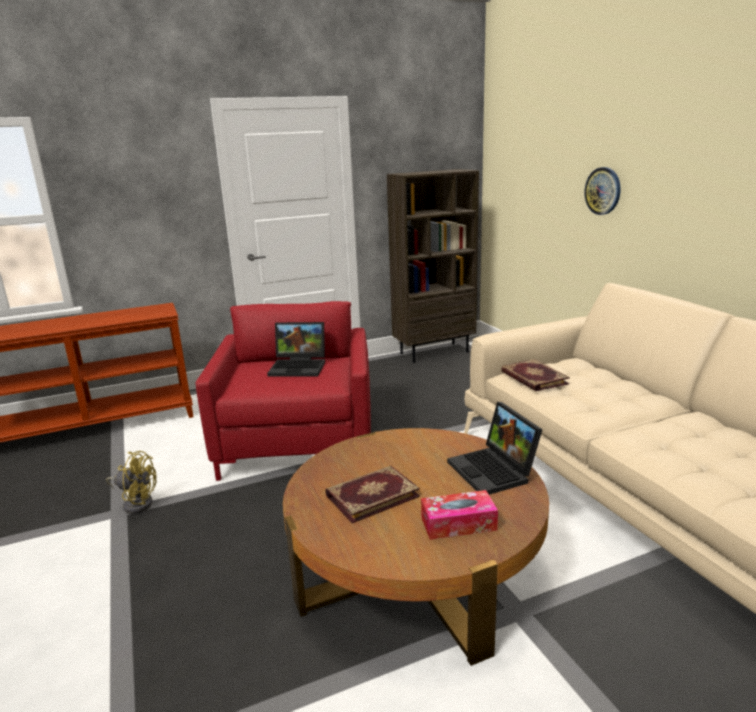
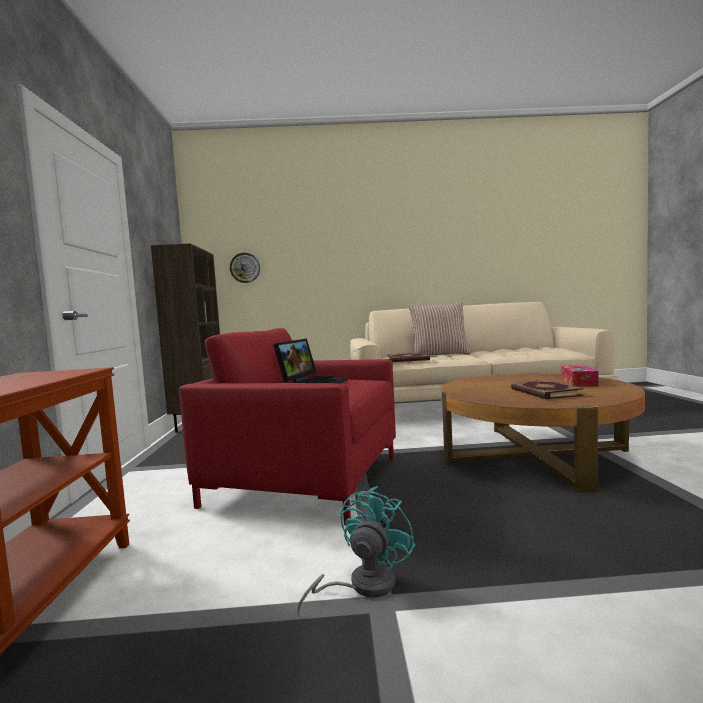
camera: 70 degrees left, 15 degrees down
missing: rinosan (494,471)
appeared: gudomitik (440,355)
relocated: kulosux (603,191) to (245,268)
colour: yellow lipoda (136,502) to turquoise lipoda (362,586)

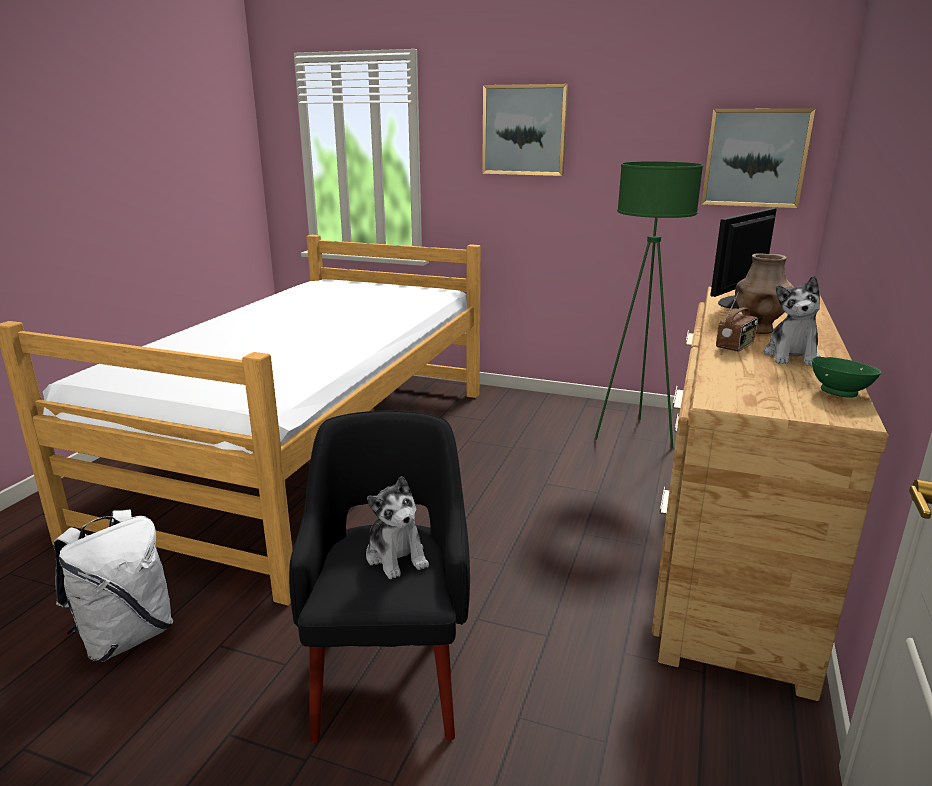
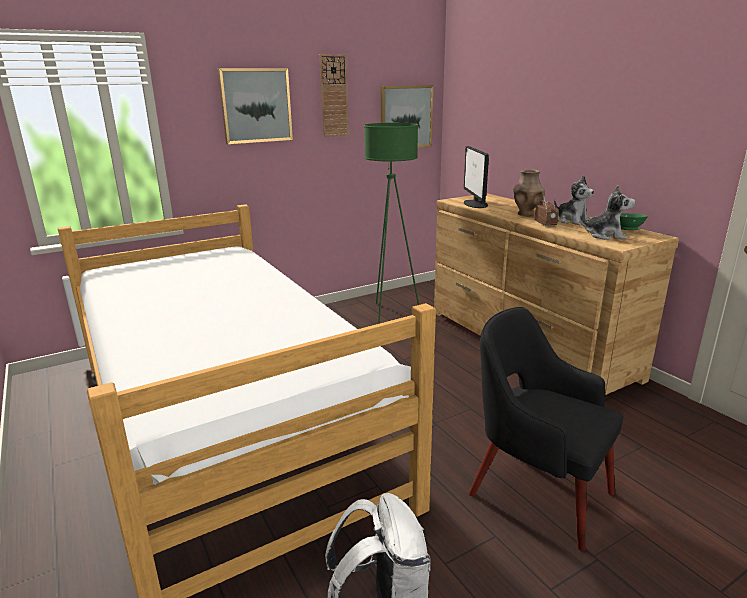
camera: 50 degrees left, 0 degrees up
appeared: kulosux (334,96)
relocated: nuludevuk (396,556) to (605,235)

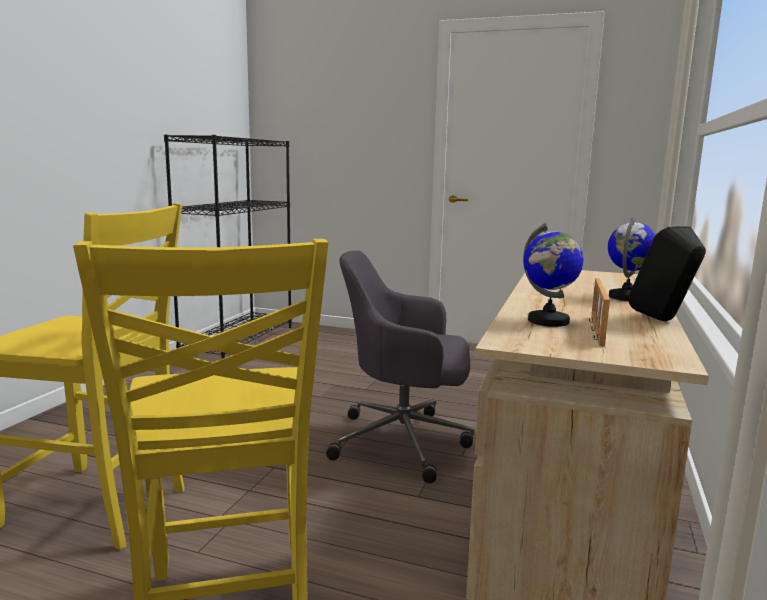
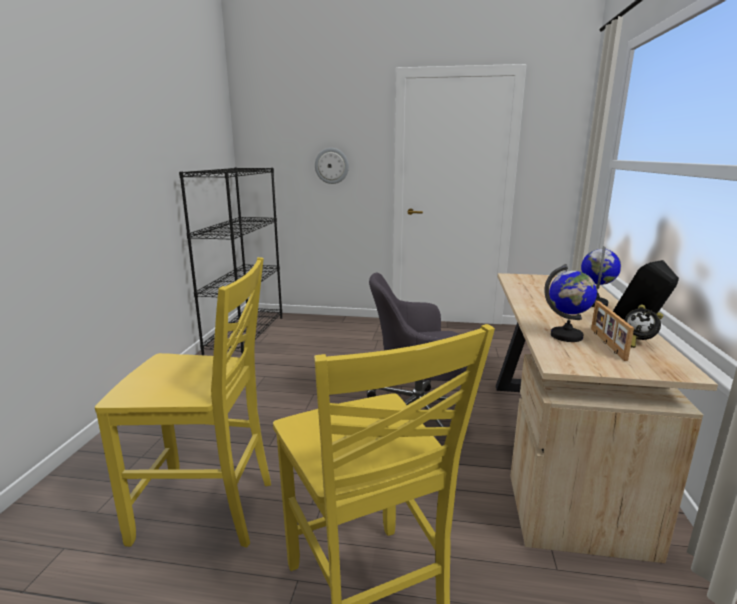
camera: 10 degrees left, 5 degrees up
appeared: kulosux (331,166); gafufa (636,343)

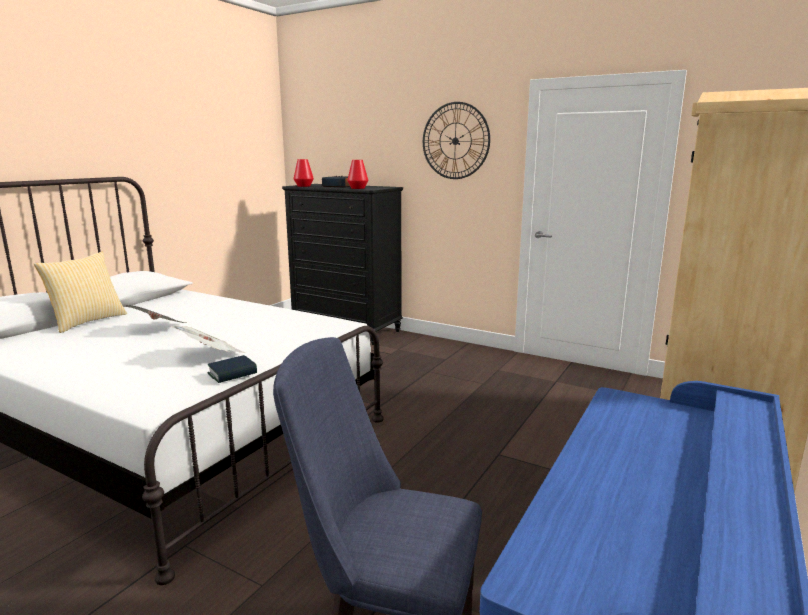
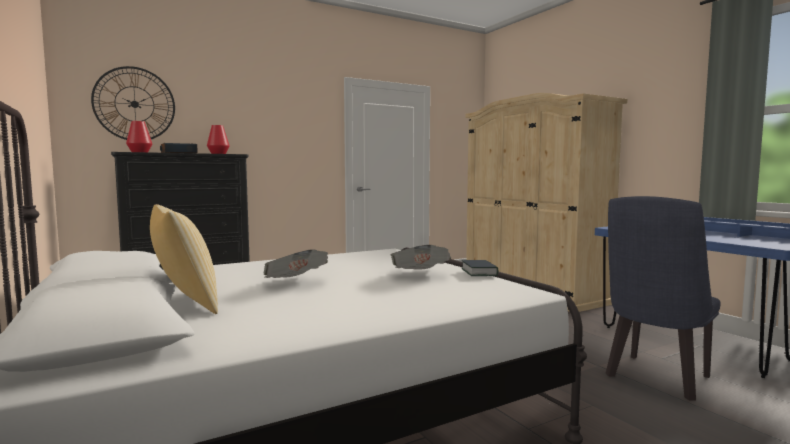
camera: 60 degrees left, 10 degrees down
relocated: kulosux (455,141) to (134,104)

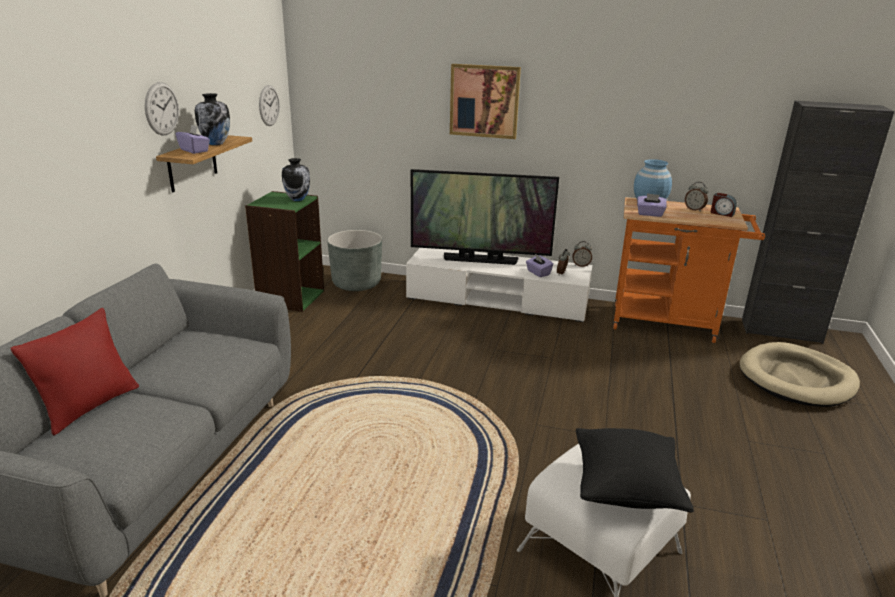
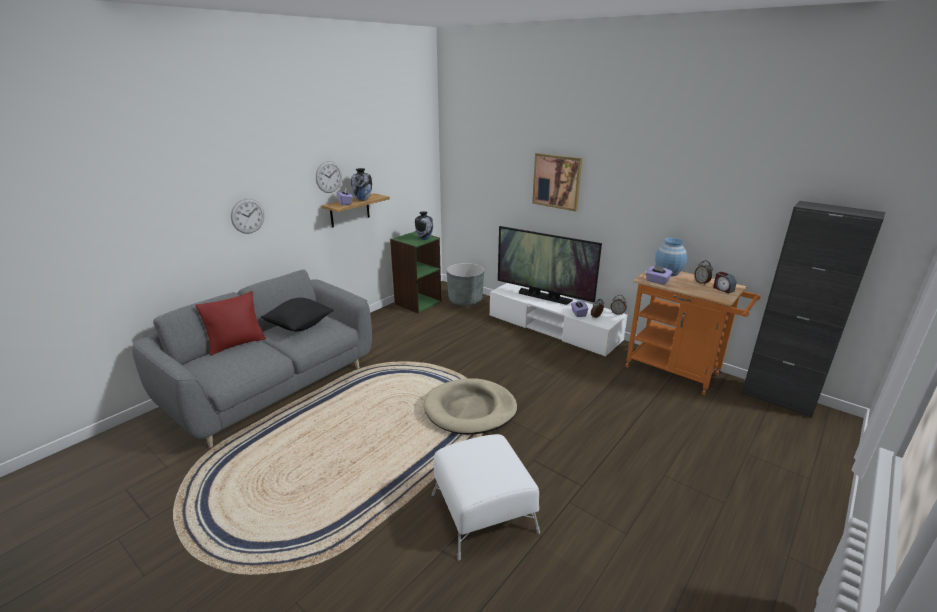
camera: 25 degrees right, 0 degrees up
relocated: kulosux (269,105) to (247,216); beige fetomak (796,379) to (470,410); black gudomitik (625,490) to (299,326)

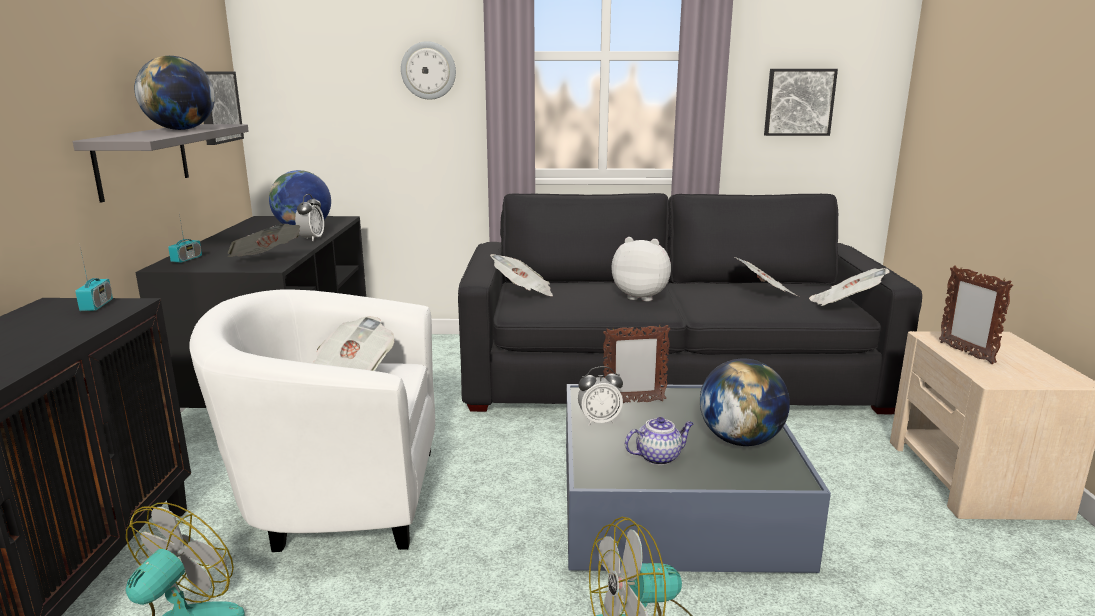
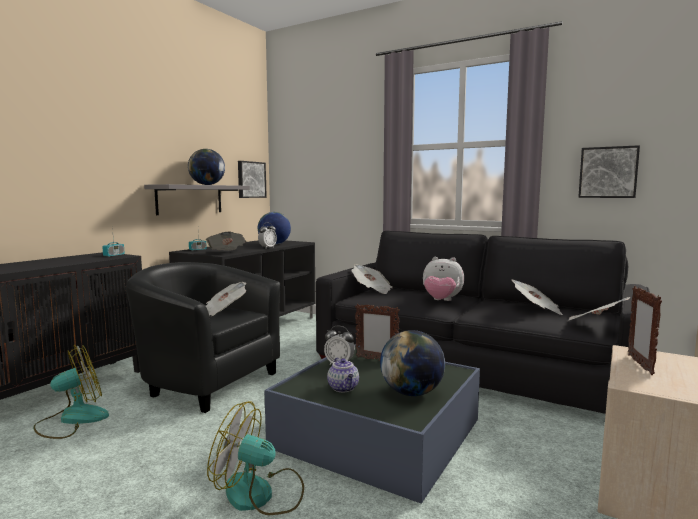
camera: 30 degrees right, 10 degrees down
missing: kulosux (428,70)
colour: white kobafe (336,496) to black kobafe (206,381)
spun: nuludevuk (641,296) = (441,301) 150 degrees clockwise; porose (659,457) = (343,388) 60 degrees clockwise

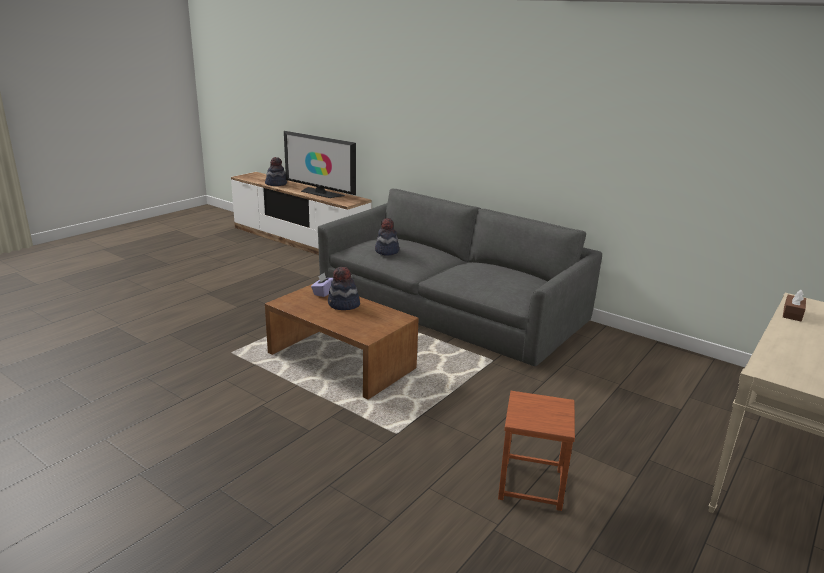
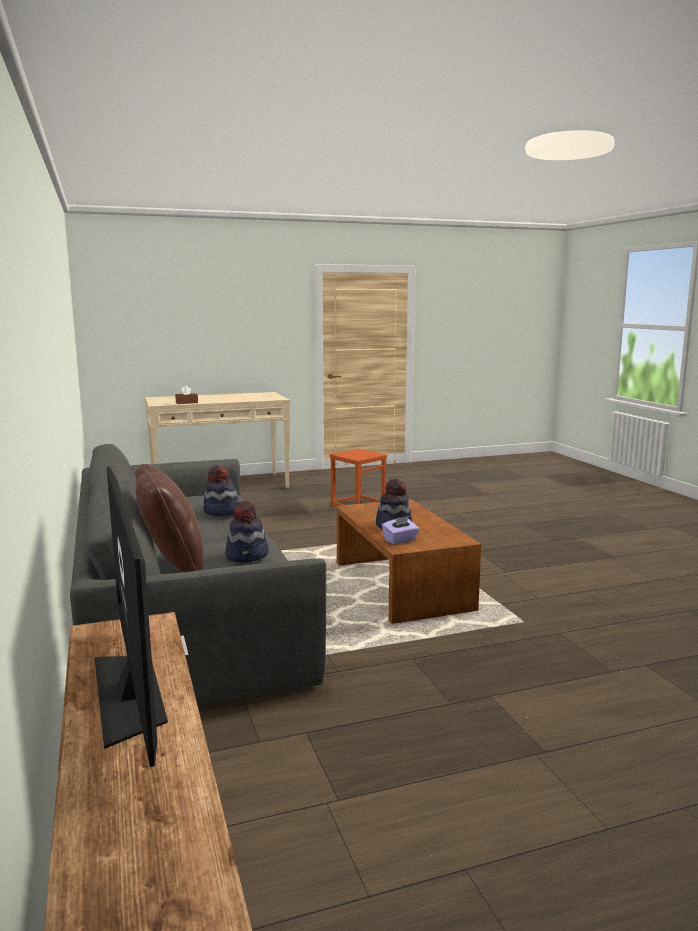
camera: 145 degrees left, 10 degrees down
appeared: brown gudomitik (171,565)
relocated: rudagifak (276,184) to (221,512)

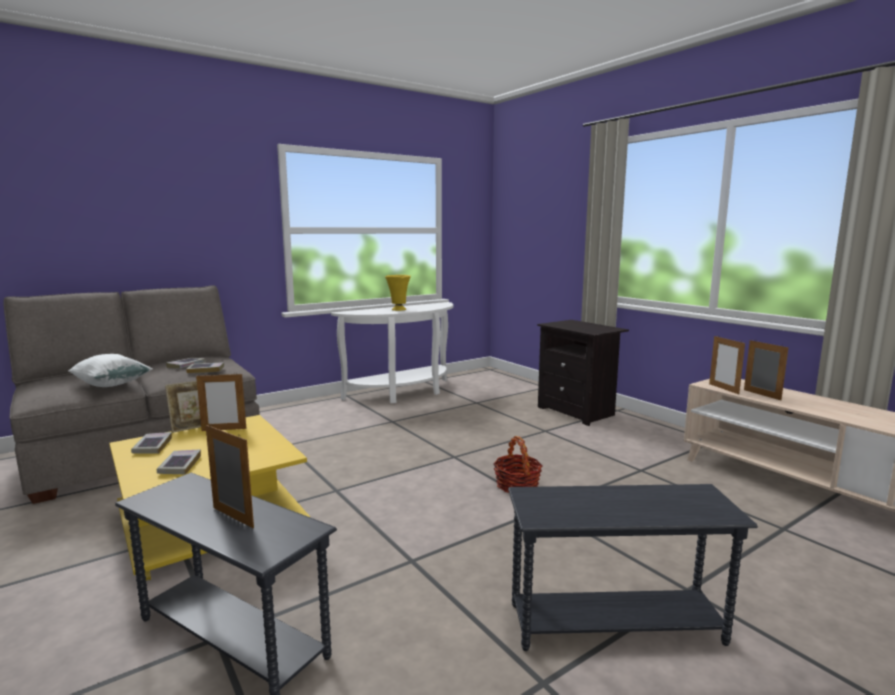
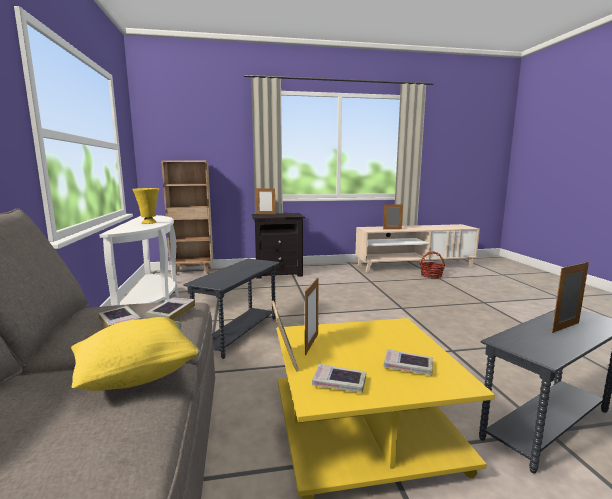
camera: 65 degrees left, 0 degrees up
appeared: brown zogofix (193,272)
relocated: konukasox (723,389) to (266,214); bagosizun (517,485) to (431,275); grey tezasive (616,625) to (239,333)
colour: white gudomitik (111,385) to yellow gudomitik (138,375)

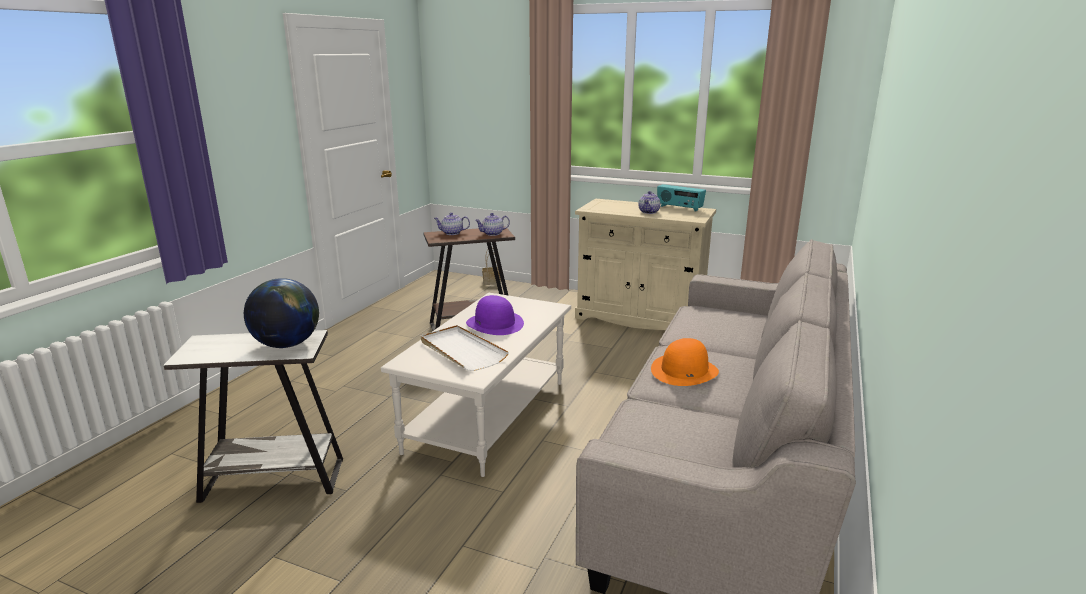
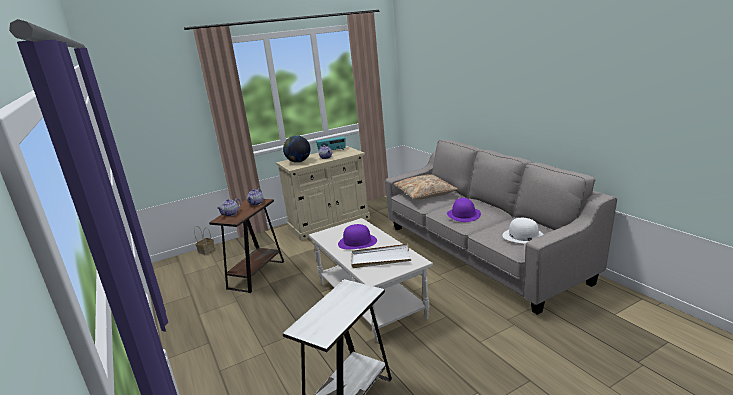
camera: 50 degrees left, 0 degrees up
appeared: beige gudomitik (424,193); white rudagifak (523,236)
relocated: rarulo (286,344) to (298,161)
colour: orange rudagifak (684,371) to purple rudagifak (463,214)

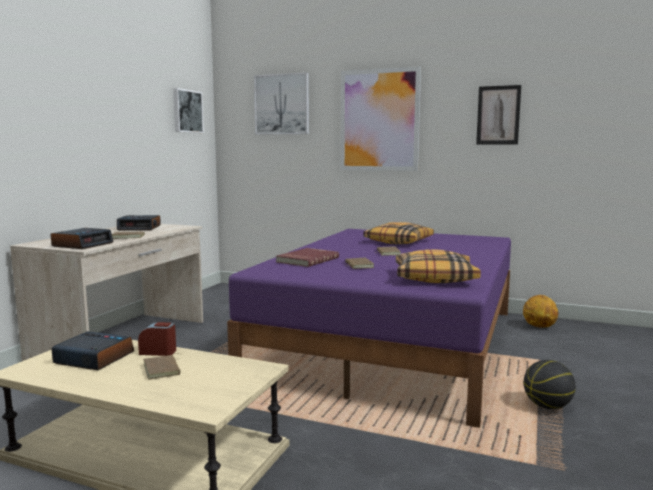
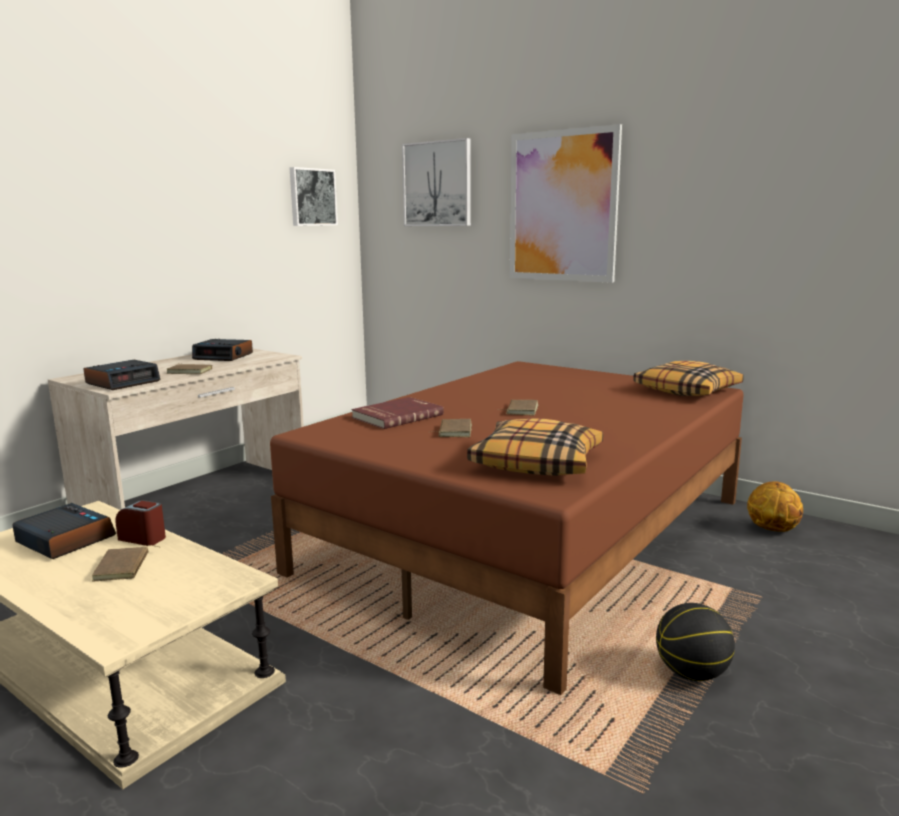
camera: 15 degrees right, 5 degrees up
missing: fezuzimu (498,115)
relocated: gudomitik (399,241) to (687,390)
colour: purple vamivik (393,342) to brown vamivik (531,535)

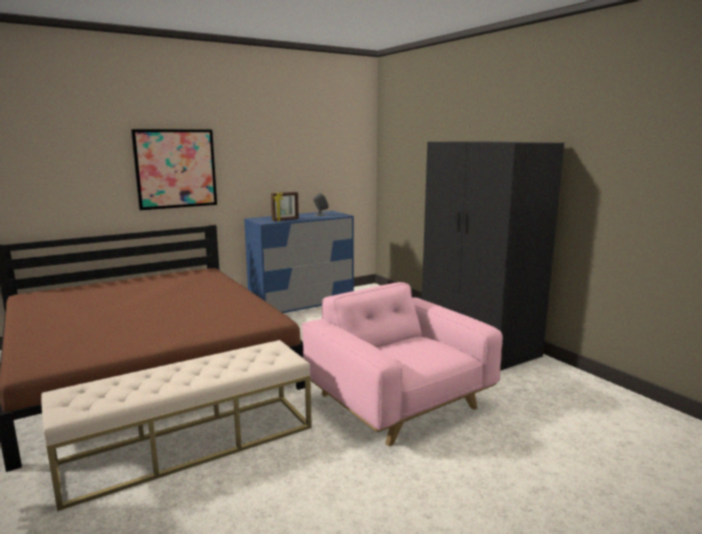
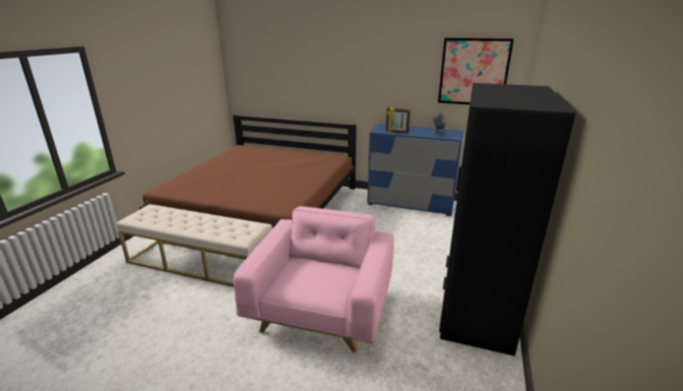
camera: 50 degrees right, 10 degrees up
relocated: fezuzimu (175,168) to (473,72)

